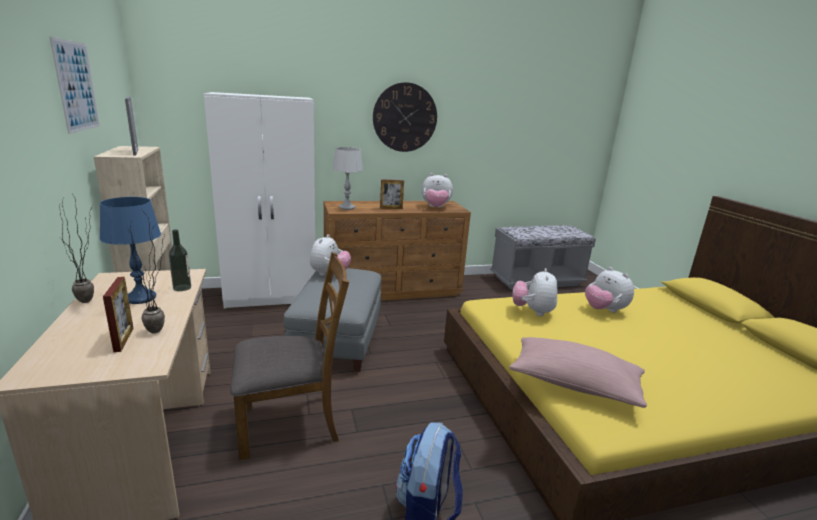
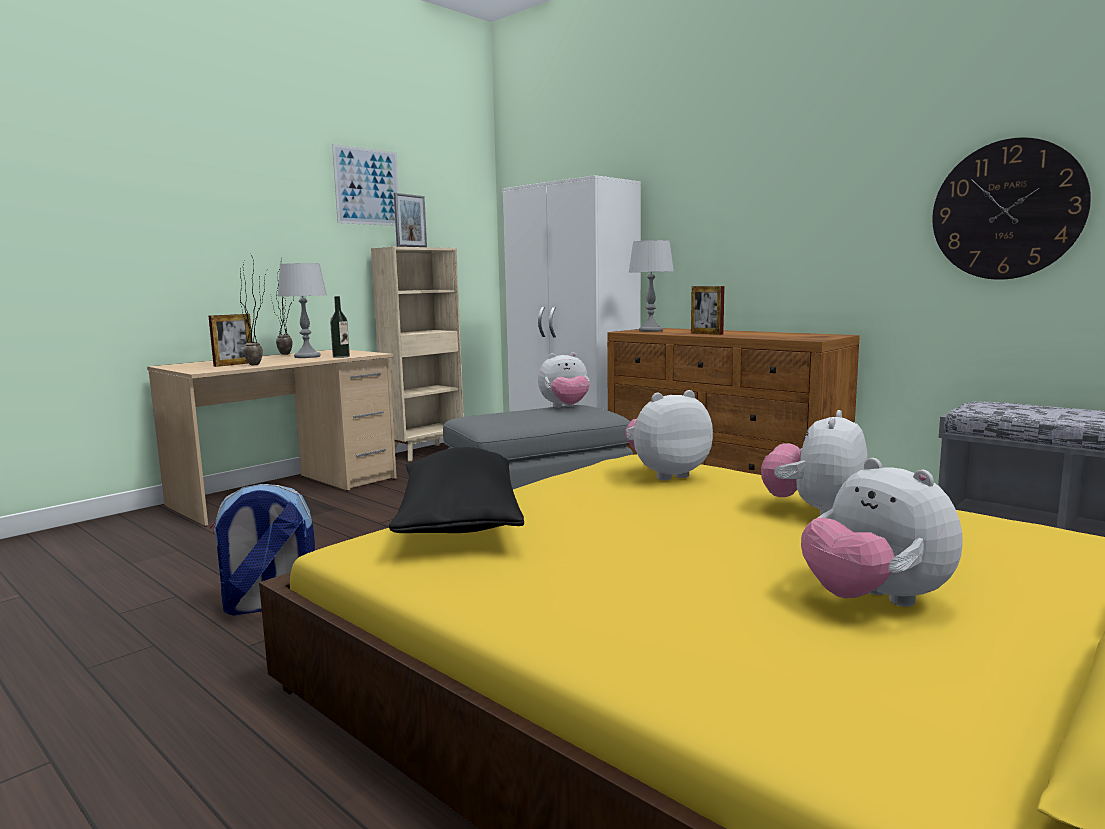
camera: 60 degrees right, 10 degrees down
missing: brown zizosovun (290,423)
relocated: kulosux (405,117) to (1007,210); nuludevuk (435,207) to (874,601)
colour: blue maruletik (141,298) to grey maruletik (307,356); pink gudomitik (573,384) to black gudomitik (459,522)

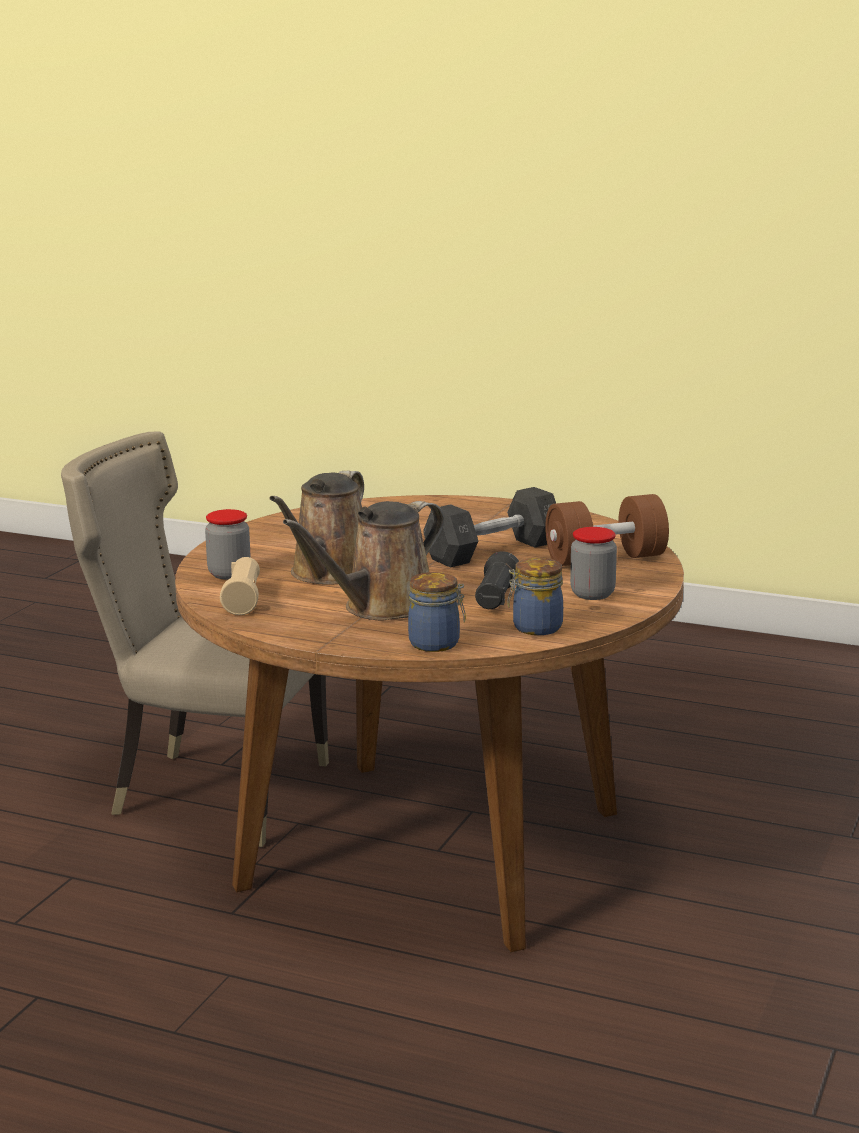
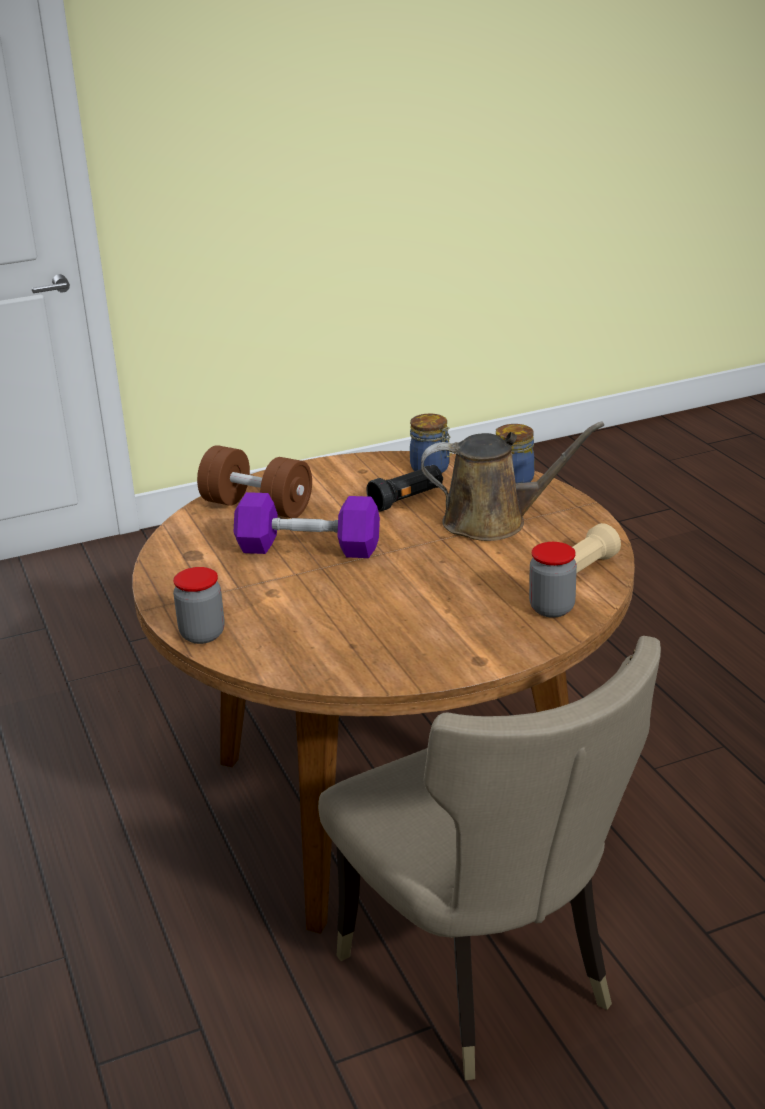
camera: 135 degrees left, 10 degrees up
missing: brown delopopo (329,574)
relocated: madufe (592,594) to (202,634)
colour: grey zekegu (493,551) to purple zekegu (308,548)

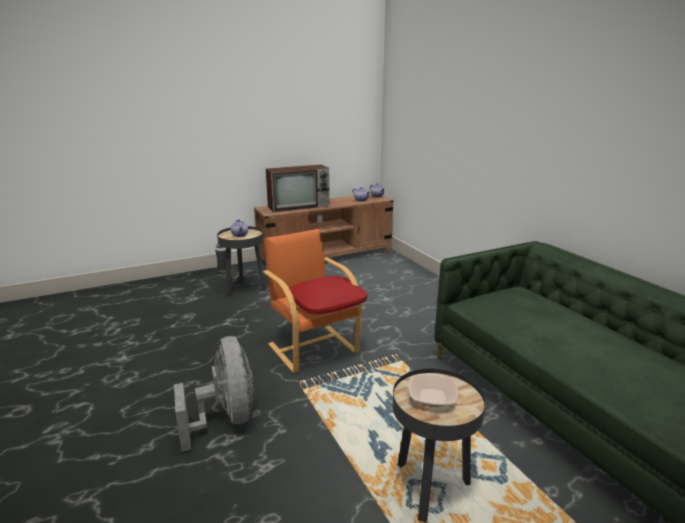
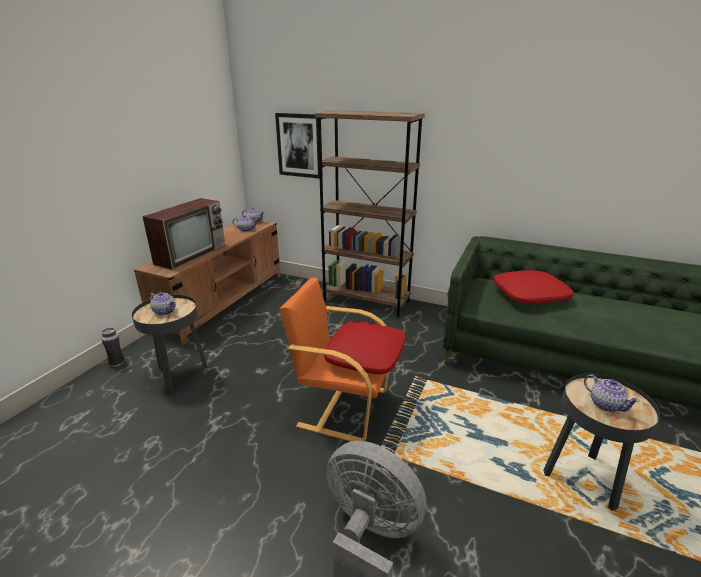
camera: 40 degrees left, 5 degrees up
appeared: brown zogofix (366,301); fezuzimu (300,145); red gudomitik (530,295)
exchanged: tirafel (432,397) to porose (605,404)

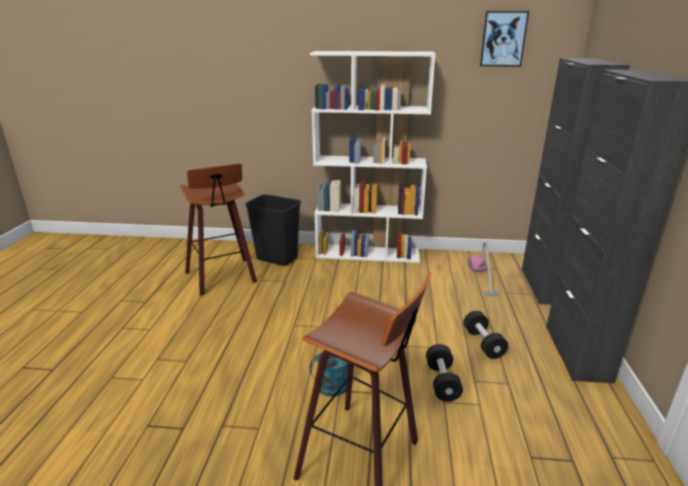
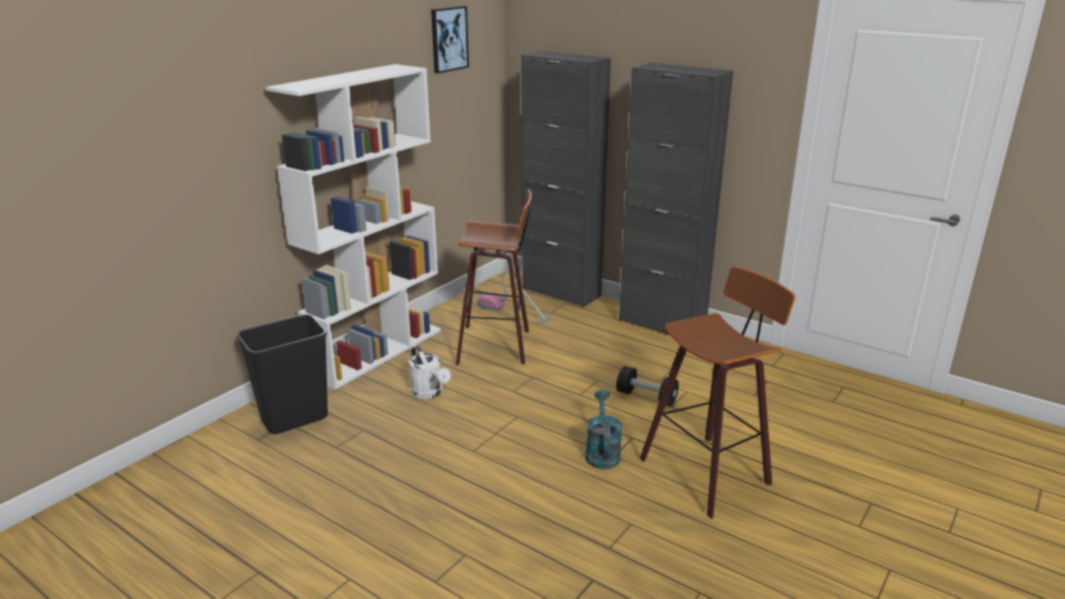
camera: 60 degrees left, 0 degrees up
missing: black zekegu (483,343)
appeared: white delopopo (430,393)
relocated: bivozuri (223,277) to (497,345)

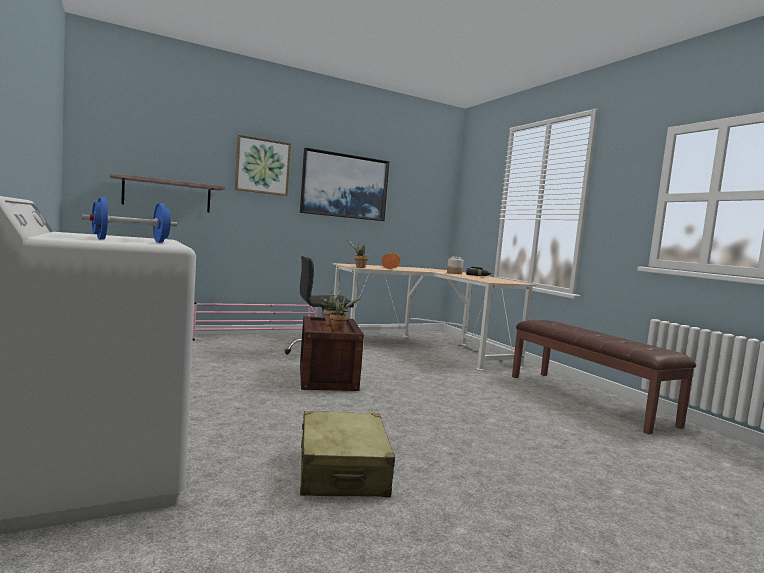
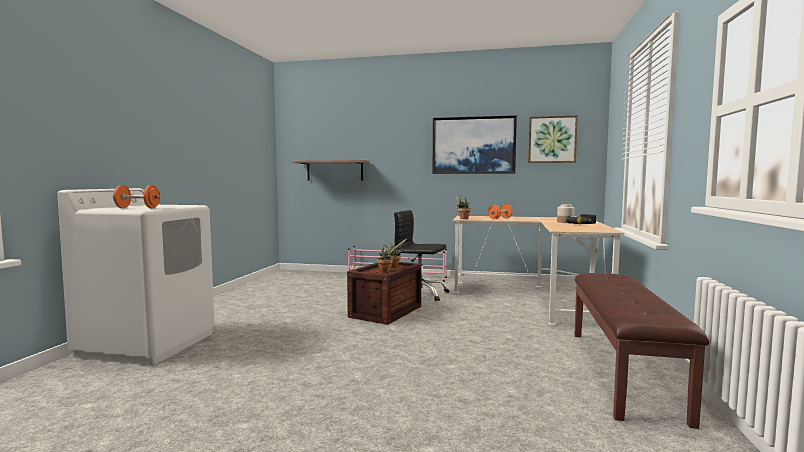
camera: 40 degrees right, 0 degrees up
missing: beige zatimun (342,471)
relocated: fezuzimu (262,166) to (552,139)
colour: blue zekegu (131,241) to orange zekegu (137,208)

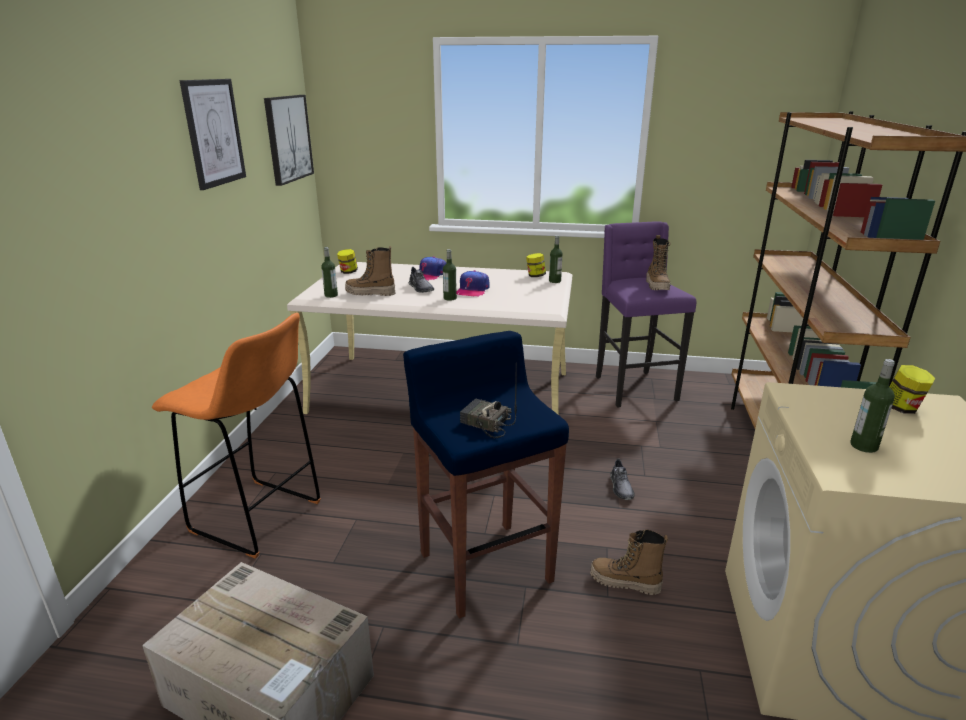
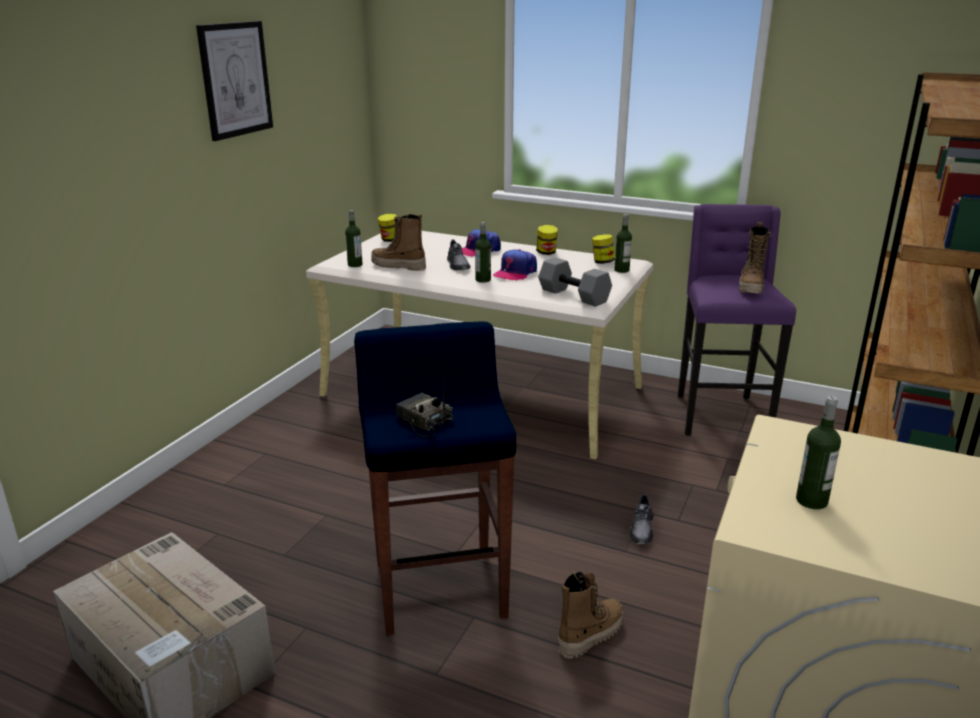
camera: 15 degrees right, 0 degrees up
missing: fezuzimu (288,138); orange bivozuri (259,518)
appeared: grey zekegu (575,295)
relocated: madufe (901,408) to (546,252)
spun: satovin (625,583) = (590,635) 105 degrees clockwise

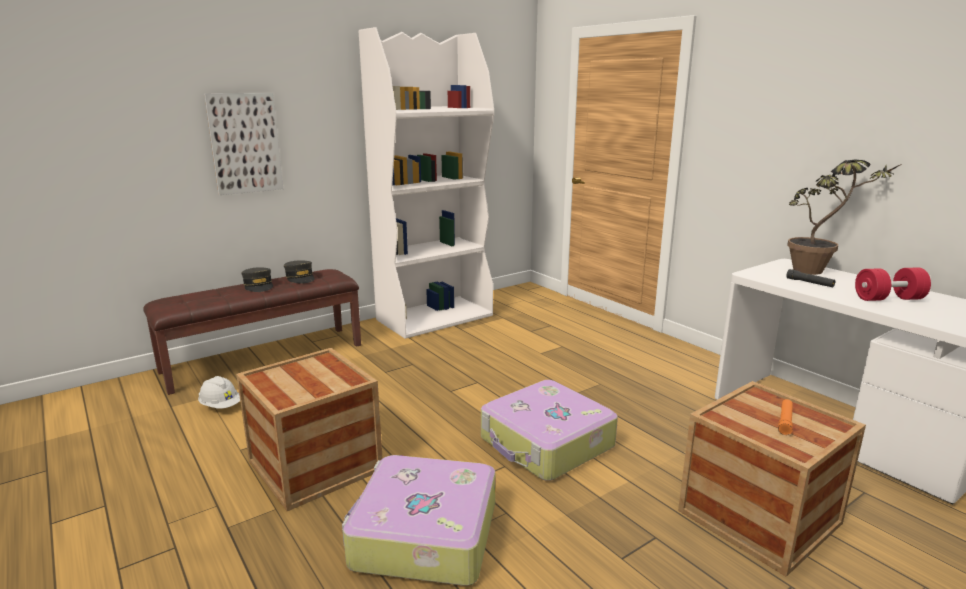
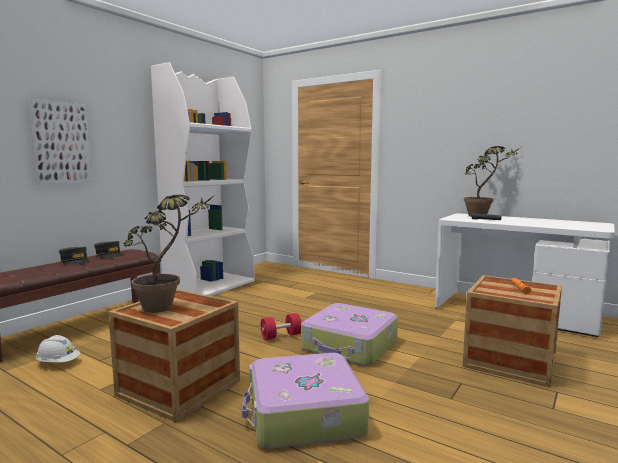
camera: 20 degrees left, 10 degrees down
appeared: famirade (168,306)
relocated: red zekegu (888,299) to (281,336)

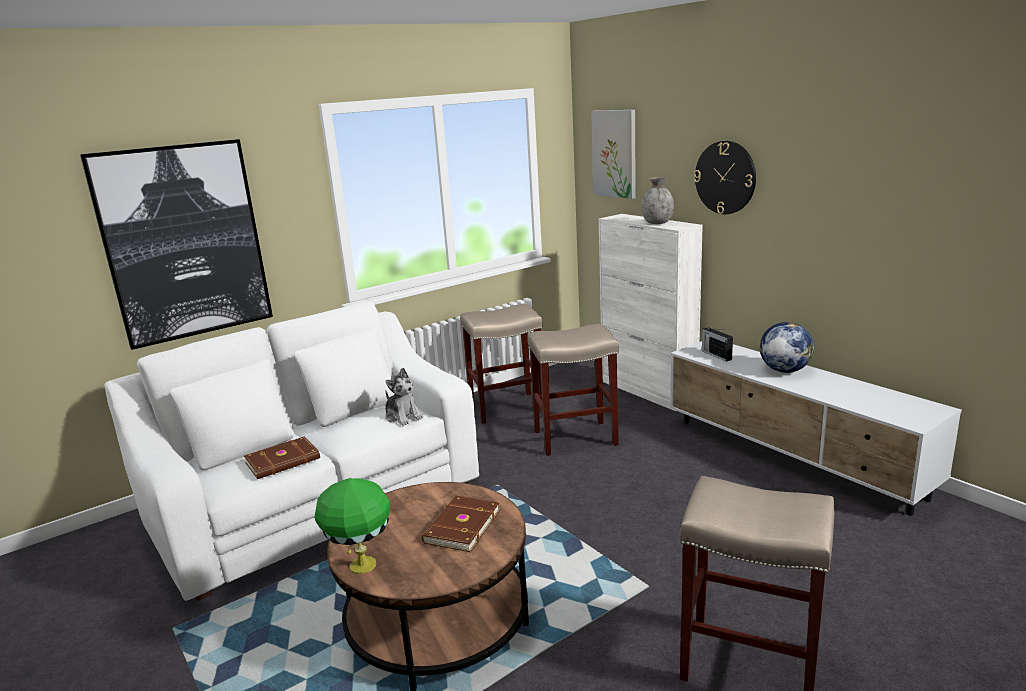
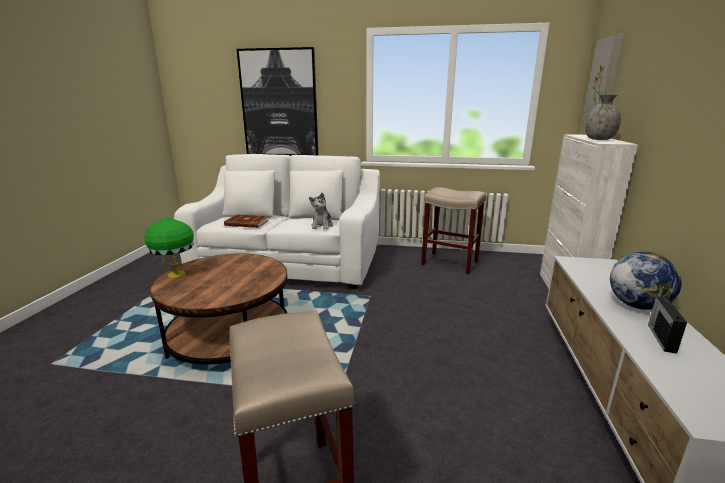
camera: 45 degrees right, 0 degrees up
missing: kulosux (725,177); beige bivozuri (576,437); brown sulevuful (460,526)
relocated: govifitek (716,355) to (661,337)

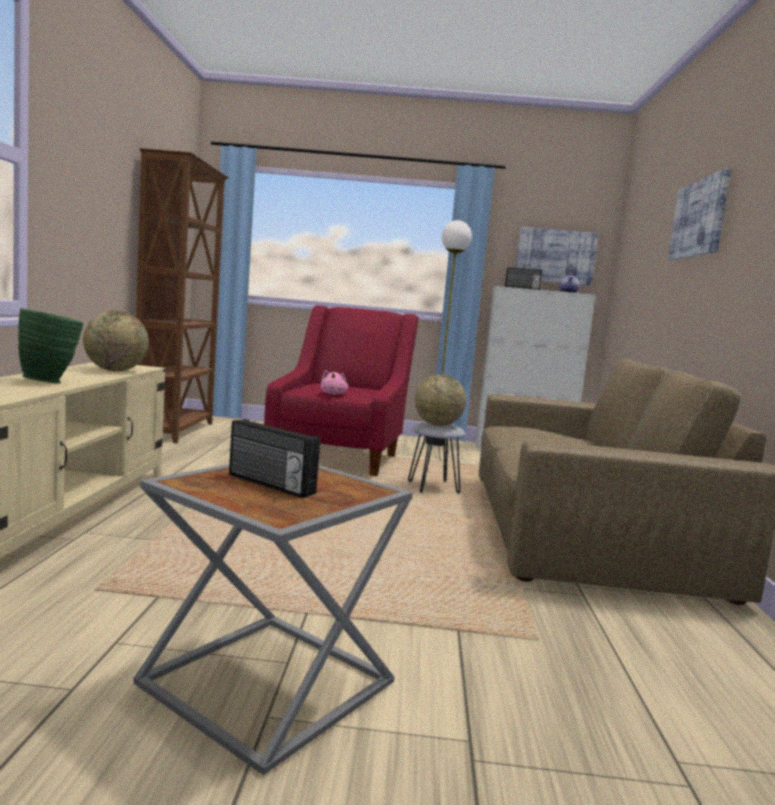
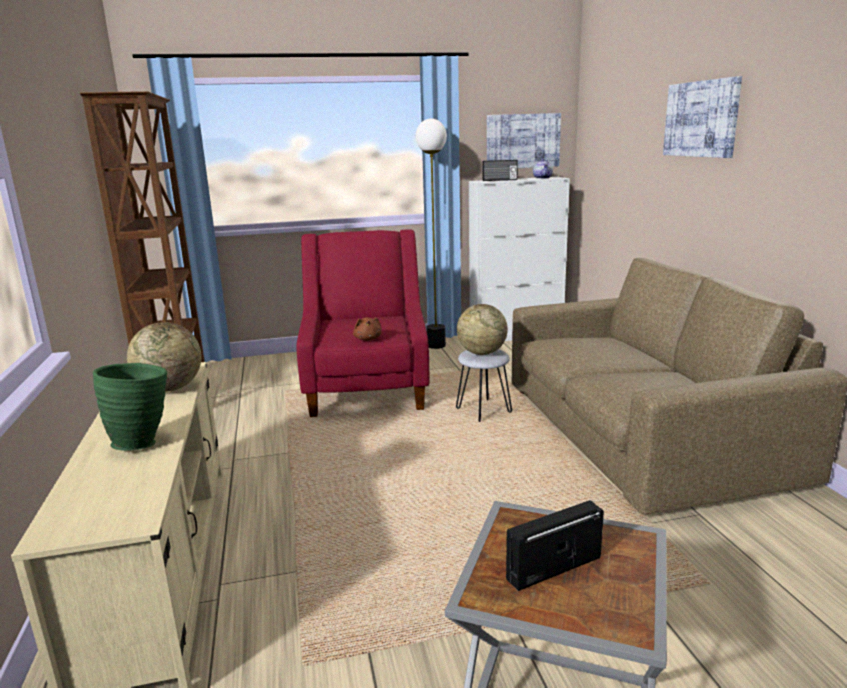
camera: 15 degrees left, 10 degrees up
colour: pink nuludevuk (333,394) to brown nuludevuk (368,339)
spun: govifitek (269,484) = (552,567) 135 degrees clockwise

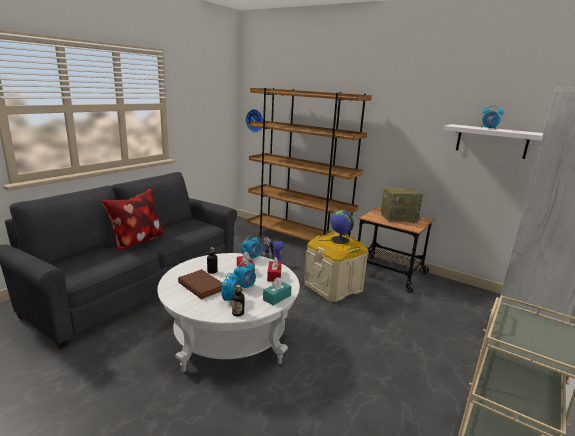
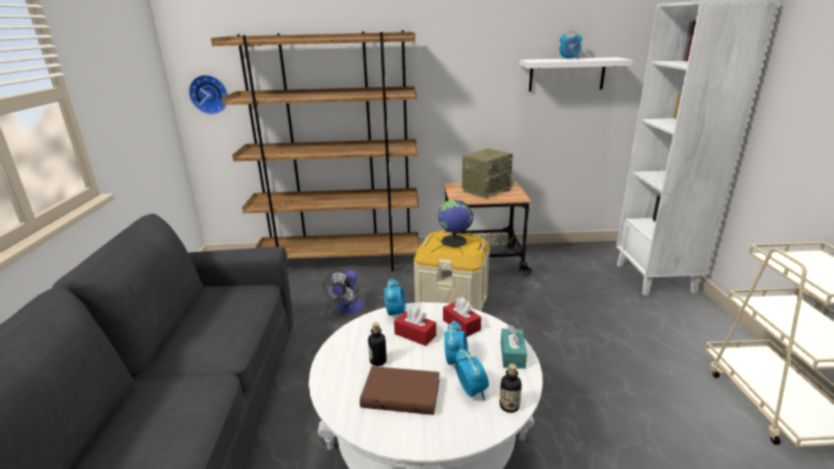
camera: 35 degrees left, 5 degrees up
missing: gudomitik (137,242)

